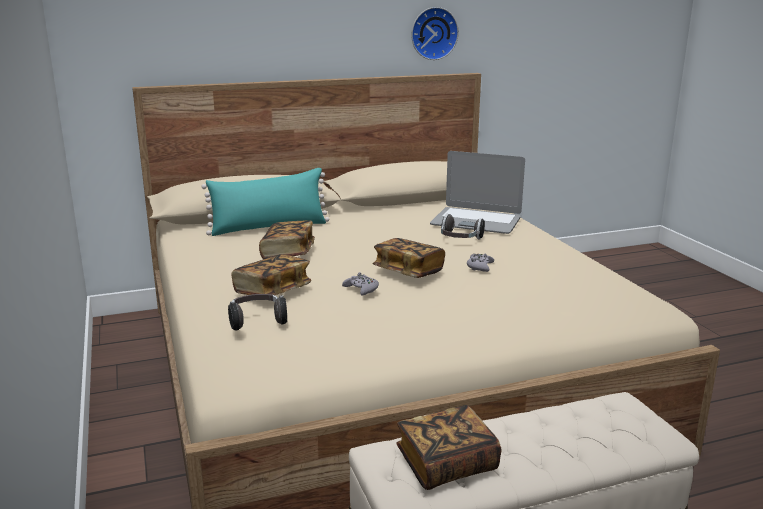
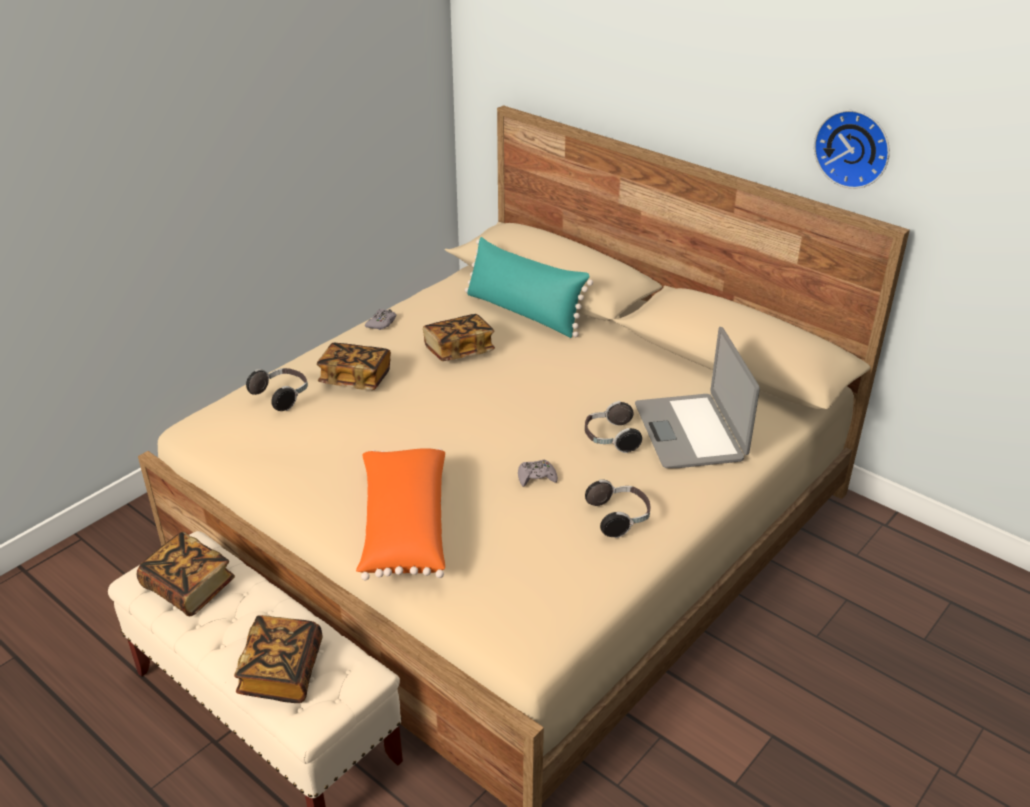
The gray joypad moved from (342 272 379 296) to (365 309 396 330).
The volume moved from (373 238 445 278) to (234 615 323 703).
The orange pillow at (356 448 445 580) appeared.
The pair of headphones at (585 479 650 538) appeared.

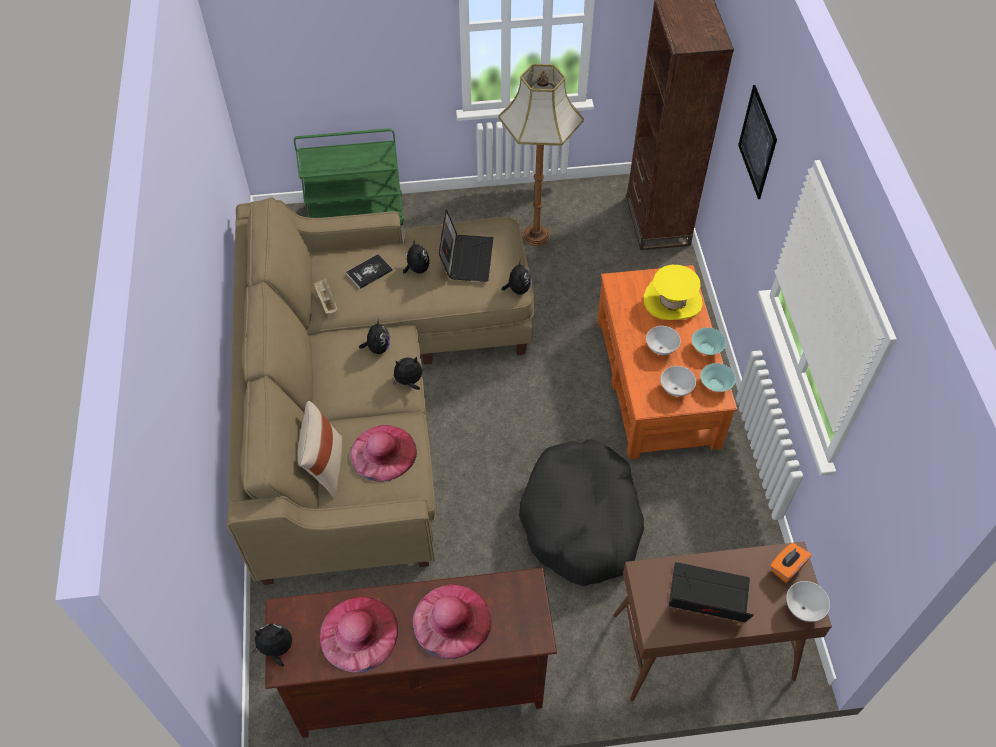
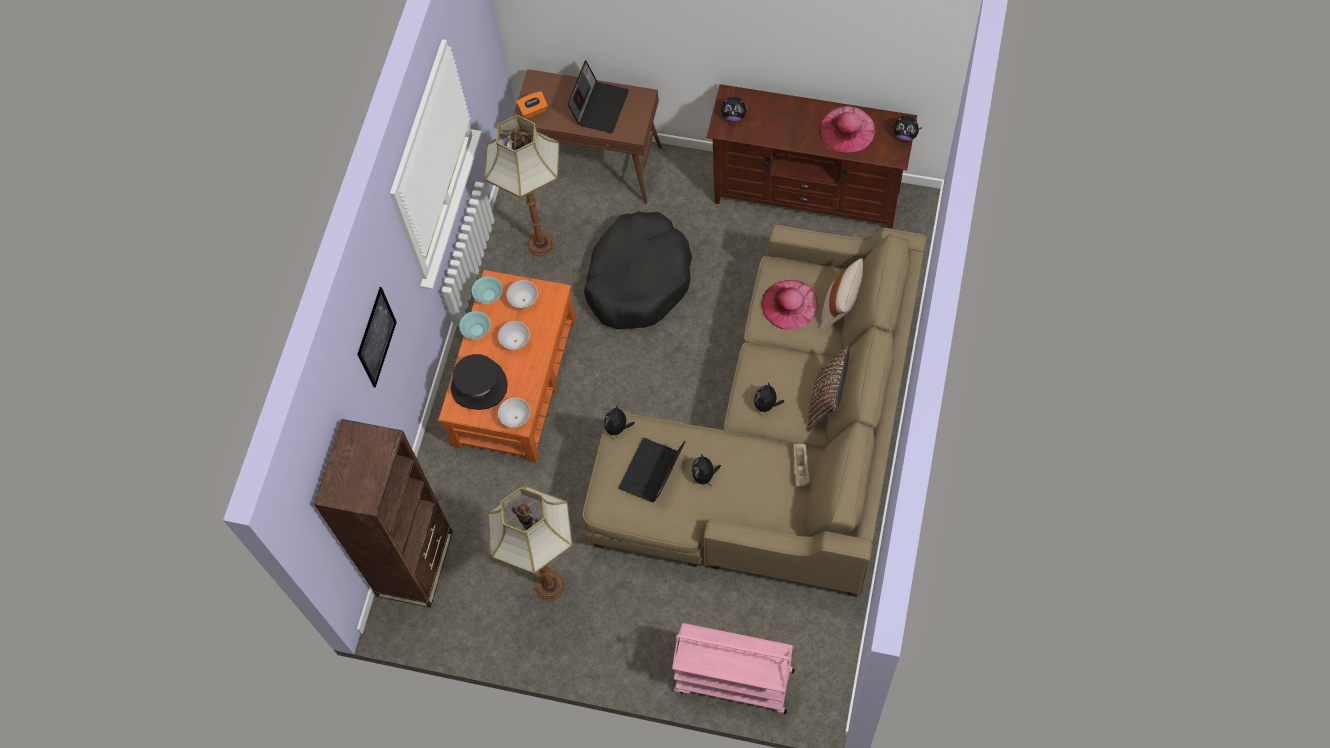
The green-coloured trolley at (294 129 404 225) became the pinkish trolley at (672 623 795 714).
The volume at (346 254 393 289) disappeared.
The soft toy moved from (393 357 422 390) to (721 97 749 121).
The pinkish clothing hat at (413 584 491 659) disappeared.
The yellowish clothing hat at (643 265 703 320) became the black-coloured clothing hat at (451 354 508 410).
The notebook computer at (669 562 754 622) turned 105 degrees counterclockwise.
The whitish bowl moved from (786 581 830 622) to (498 398 530 428).
The standard lamp at (485 115 560 256) appeared.
The brown-coloured pillow at (807 346 849 432) appeared.

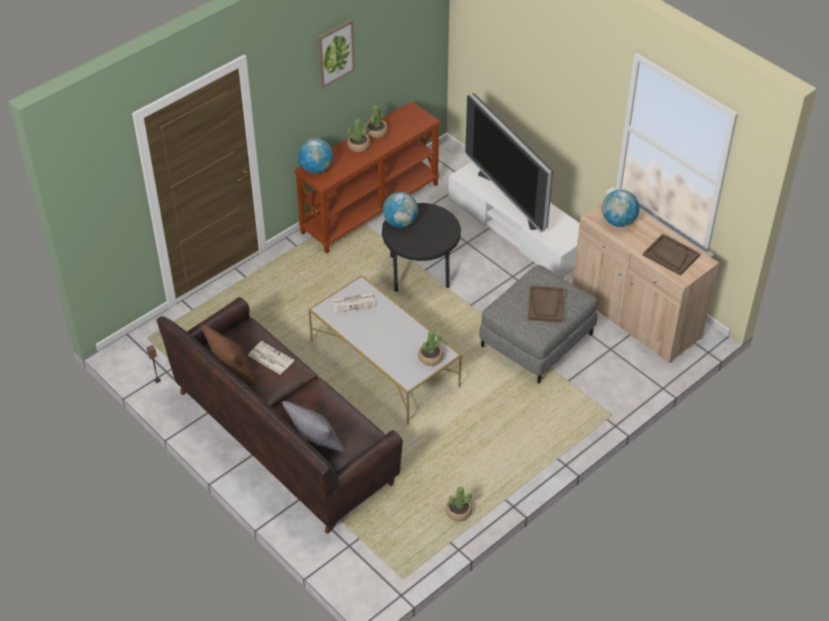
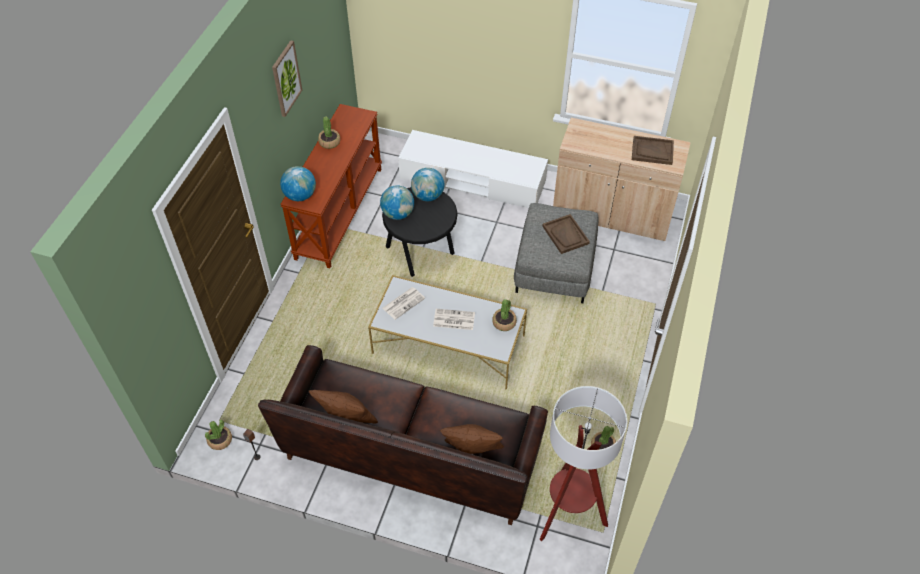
The newspaper moved from (248 341 294 374) to (433 309 475 330).
The gray pillow at (282 401 345 453) became the brown-coloured pillow at (440 424 504 454).
The potted plant moved from (347 119 370 152) to (205 420 232 450).
The TV set at (465 93 553 232) disappeared.
The world globe moved from (602 190 639 227) to (411 168 445 201).
The standard lamp at (539 386 627 541) appeared.

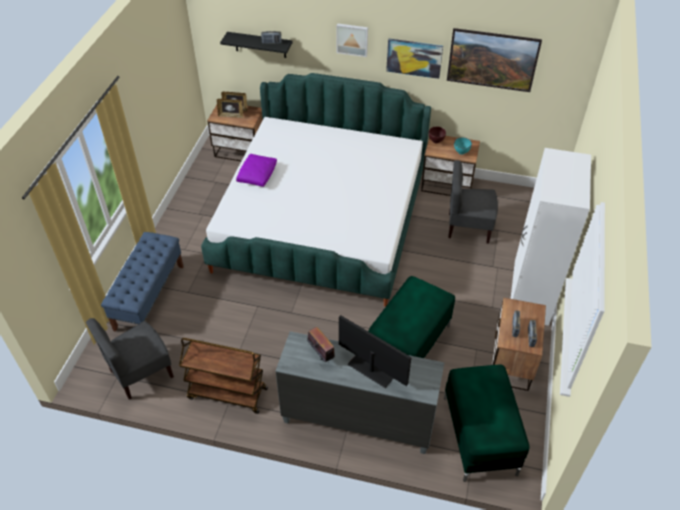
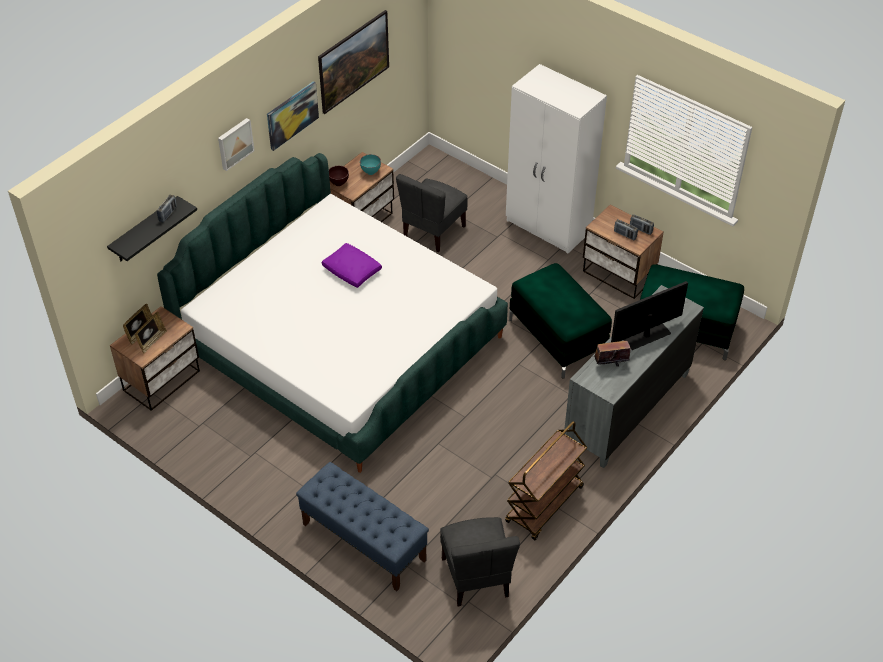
The purple-coloured pillow moved from (236 154 277 187) to (322 243 382 288).

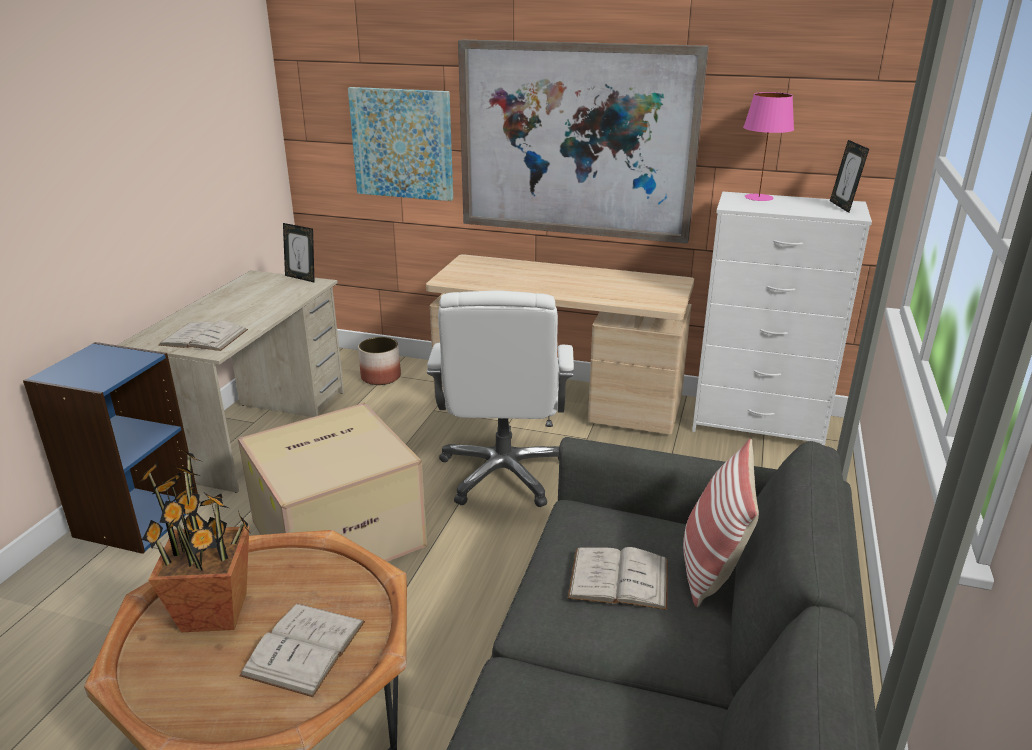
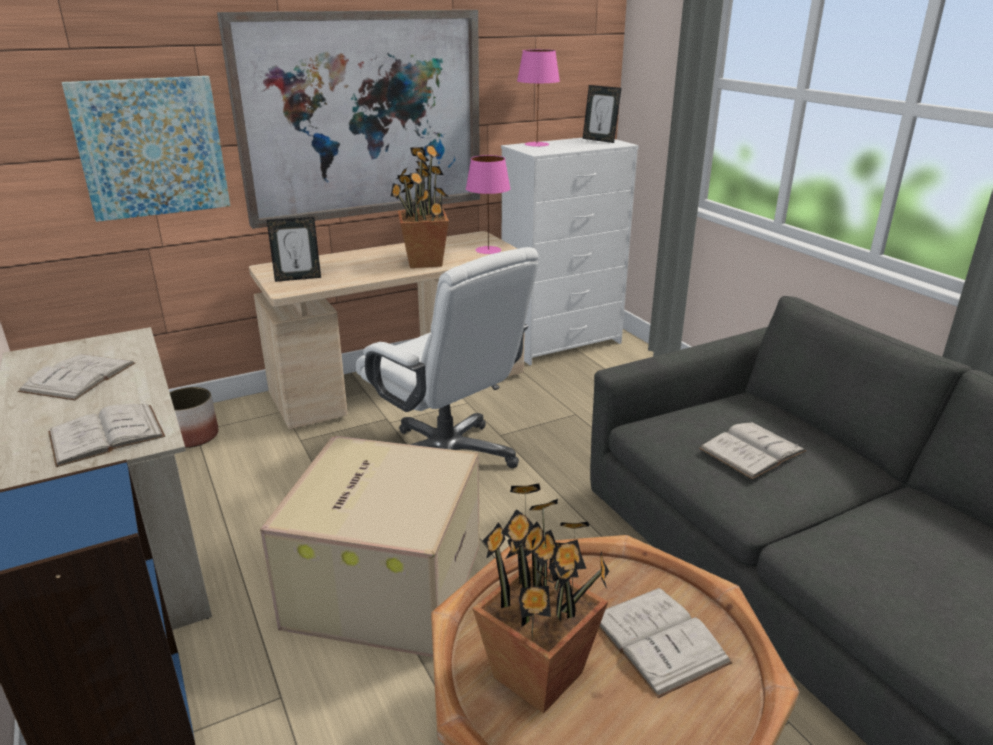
The photo frame moved from (283 223 315 283) to (267 217 321 282).
The pillow at (683 439 759 607) disappeared.
The whitish volume at (18 354 135 401) appeared.
The potted plant at (390 145 449 268) appeared.
The pinkish tabletop lamp at (466 155 511 254) appeared.

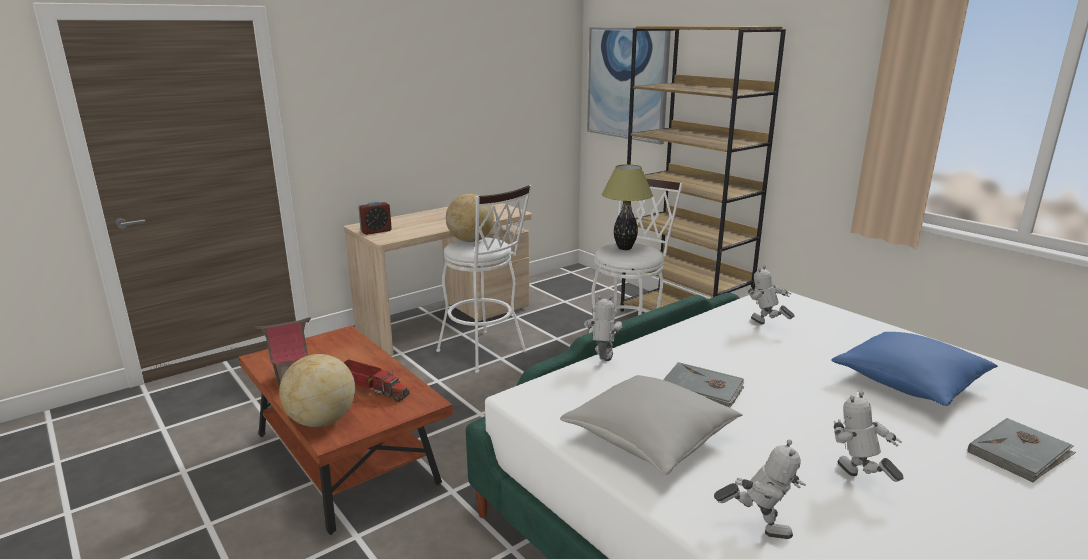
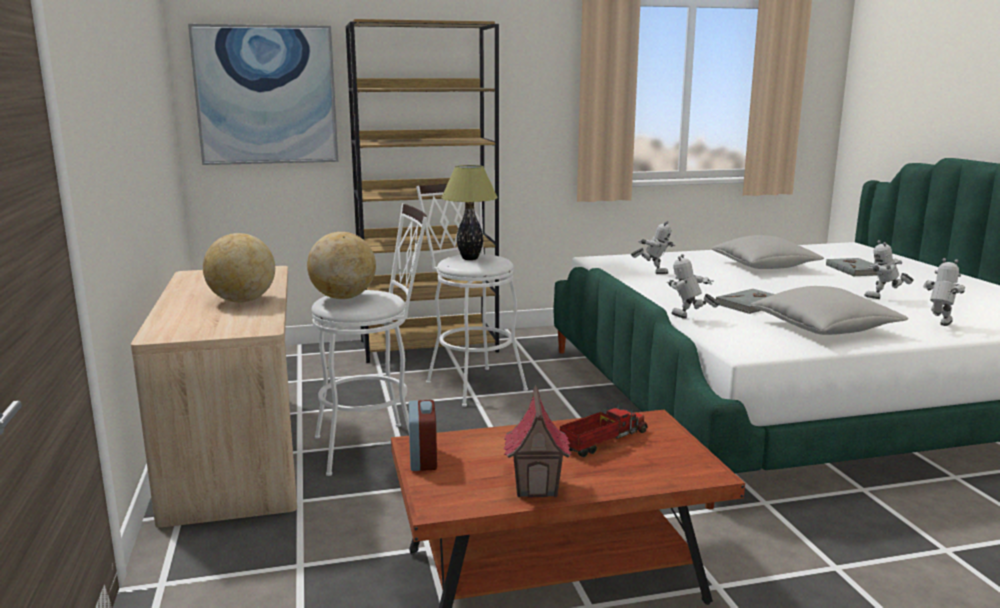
The world globe moved from (279 354 355 427) to (203 233 275 303).
The bedside clock moved from (358 201 392 235) to (409 400 437 471).
The model robot at (747 265 795 324) turned 135 degrees counterclockwise.
The blue pillow at (831 332 998 406) became the gray pillow at (711 235 824 269).

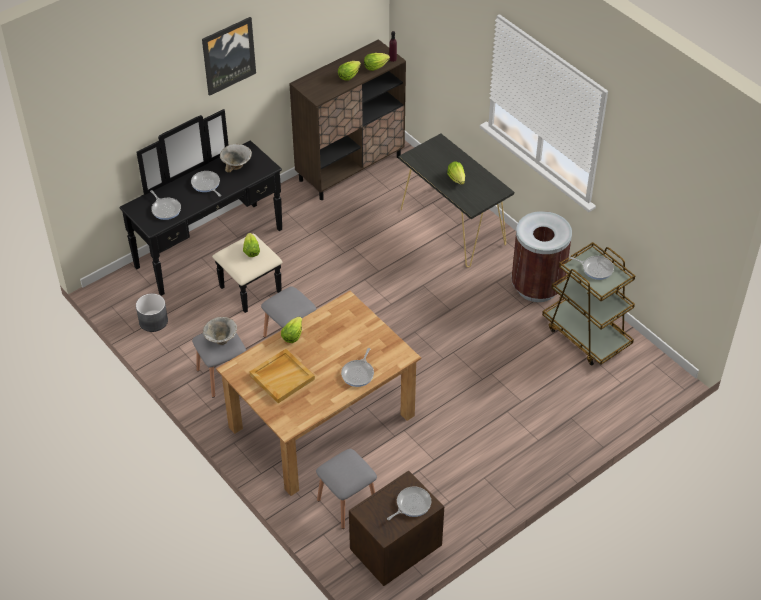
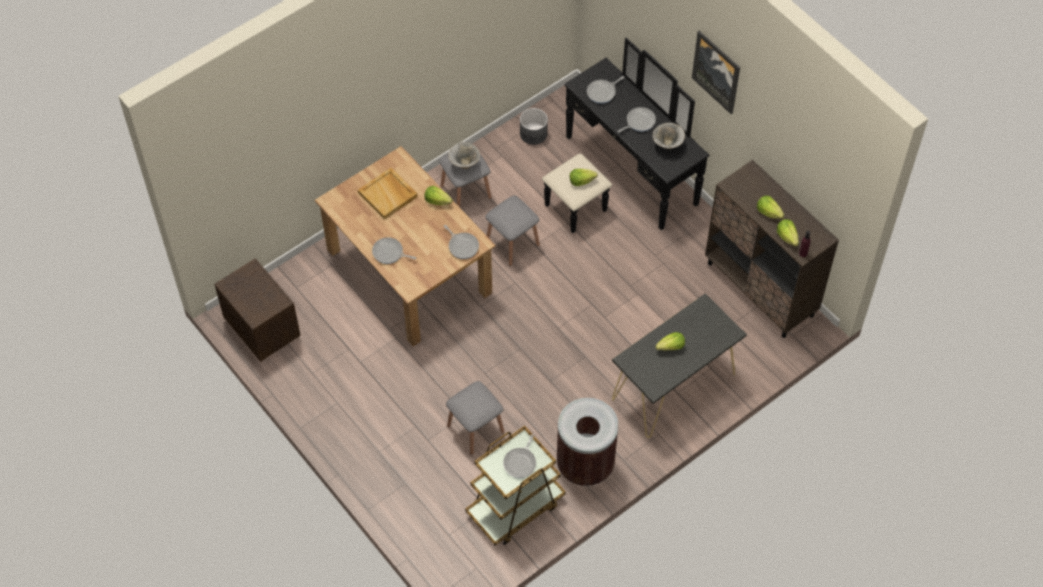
The gray stool moved from (316 449 377 529) to (446 381 505 455).
The skillet moved from (387 486 431 520) to (444 225 479 259).

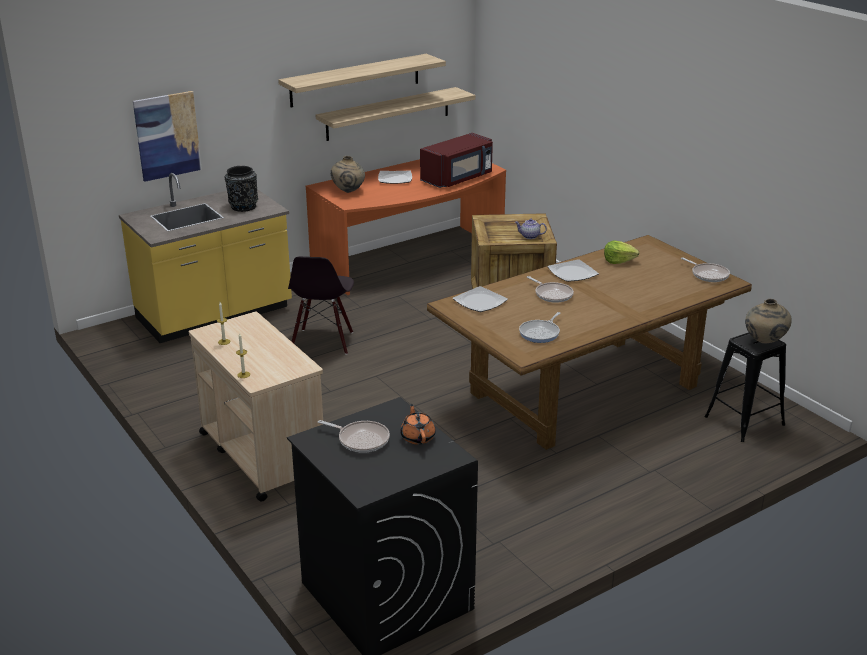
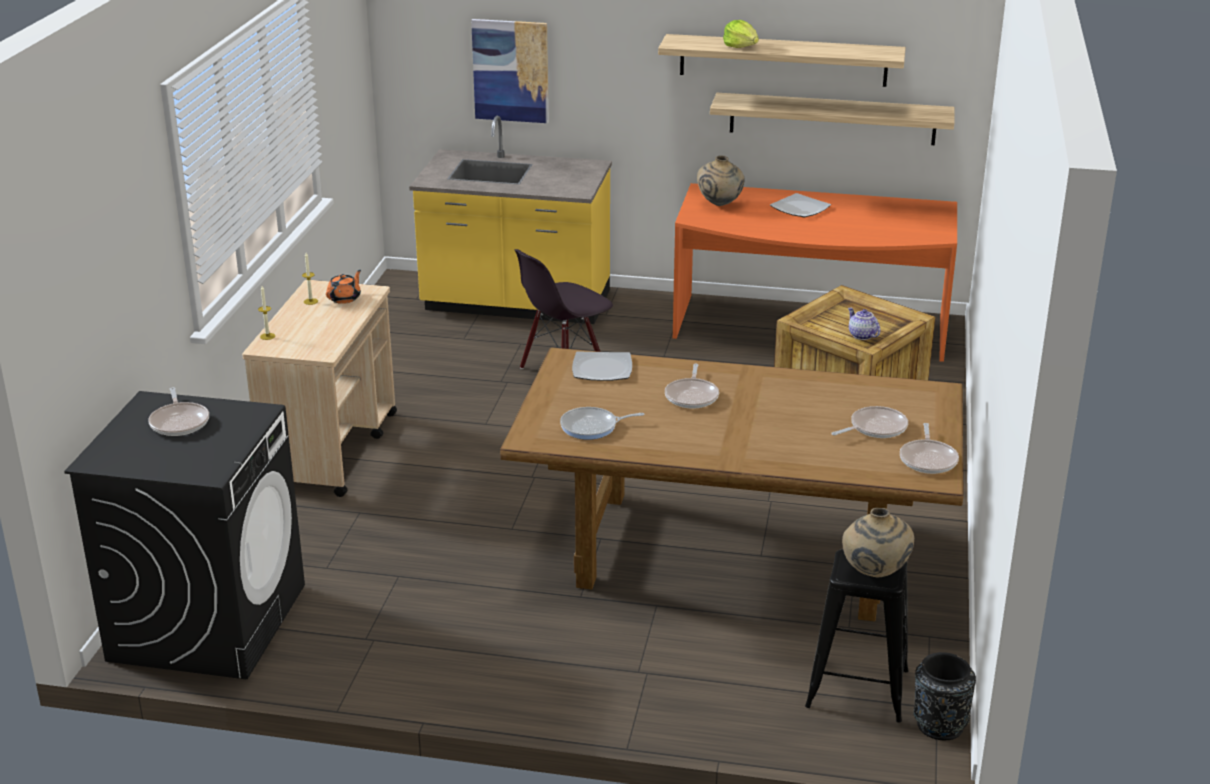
The black-coloured vase moved from (224 166 258 212) to (913 652 976 740).
The orange teapot moved from (400 404 436 444) to (326 270 361 304).
The red-coloured microwave at (420 133 493 188) disappeared.
The plate at (547 259 599 282) disappeared.
The lettuce moved from (604 241 639 264) to (723 20 759 48).
The skillet at (832 406 908 438) appeared.

